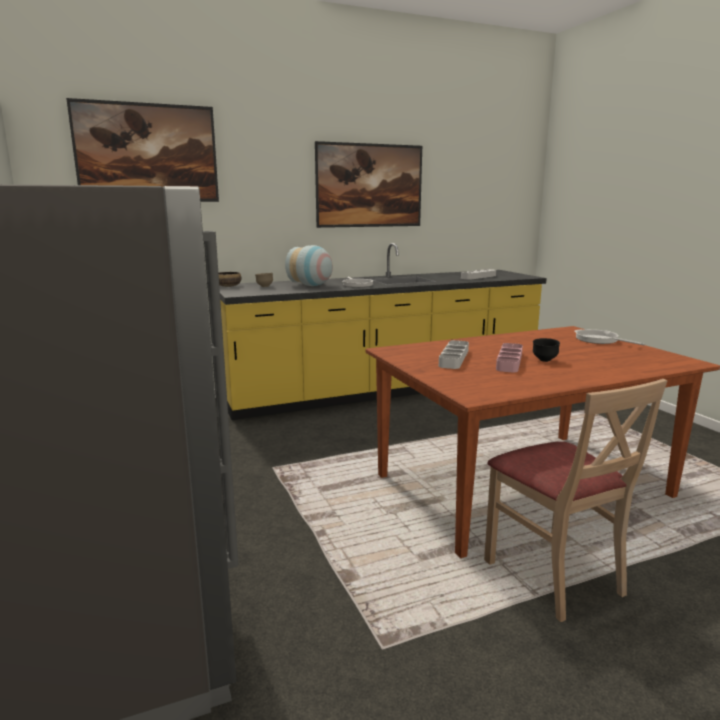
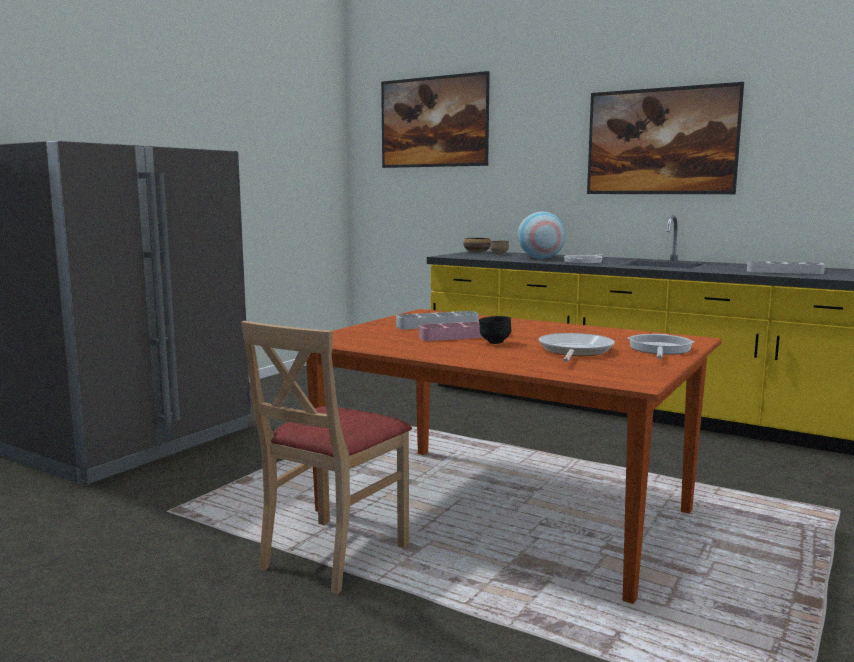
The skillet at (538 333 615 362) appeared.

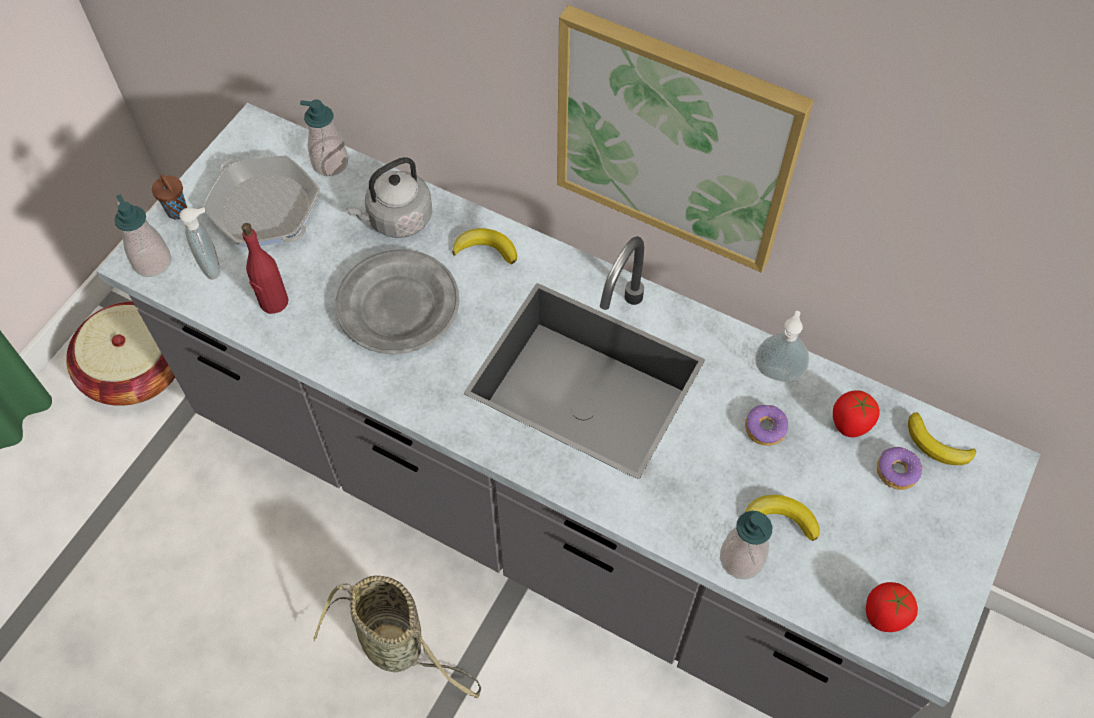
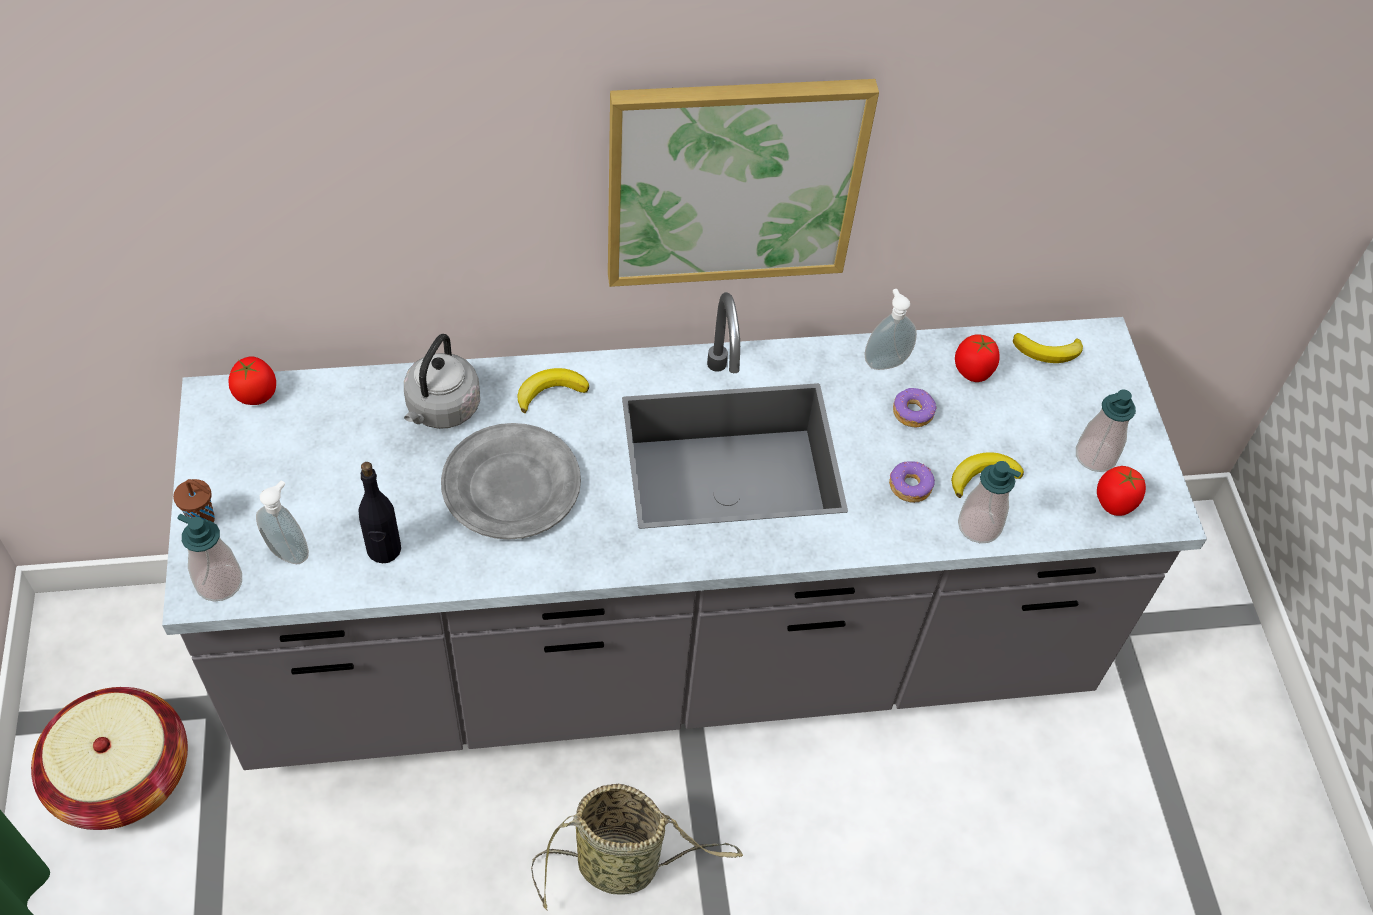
The skillet at (203 155 320 247) disappeared.
The red-coloured bottle at (242 223 289 314) became the black-coloured bottle at (359 462 401 563).
The soap dispenser moved from (300 99 348 176) to (1076 389 1136 472).
The donut moved from (877 447 922 490) to (889 461 935 503).
The whole tomato at (228 356 276 405) appeared.

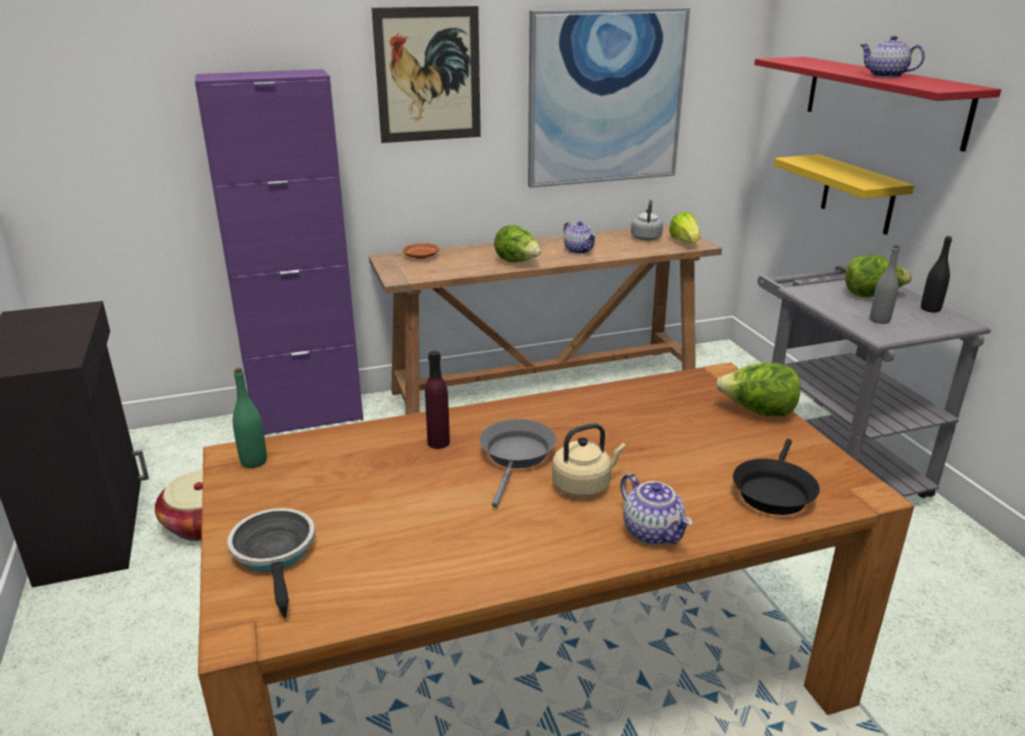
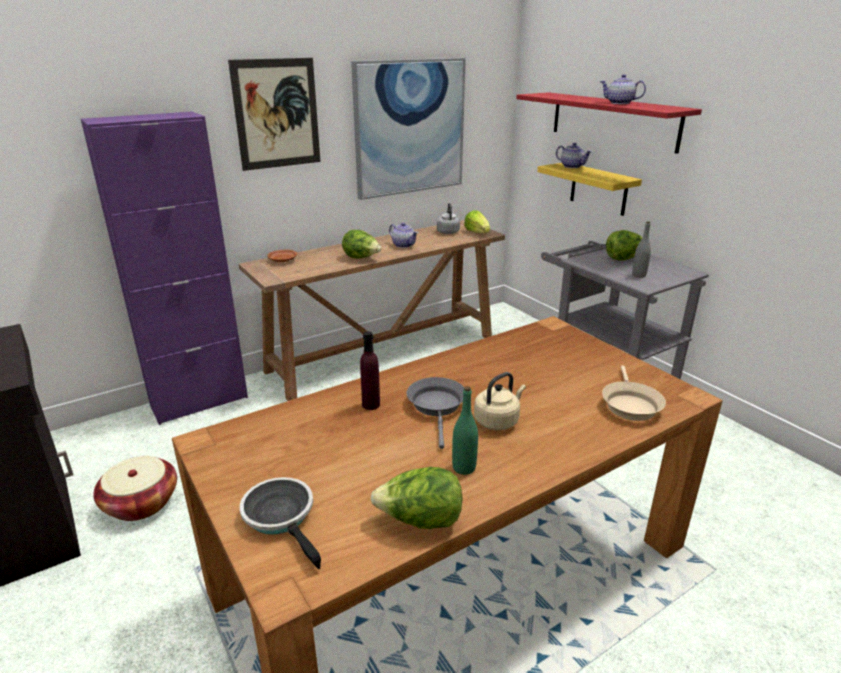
The green-coloured bottle moved from (233 368 267 468) to (452 386 478 475).
The teapot moved from (620 473 693 545) to (556 143 592 168).
The lettuce moved from (716 362 800 416) to (370 467 463 529).
The black-coloured skillet at (733 439 820 515) became the sand-coloured skillet at (602 366 666 421).
The black-coloured bottle at (921 236 952 313) disappeared.

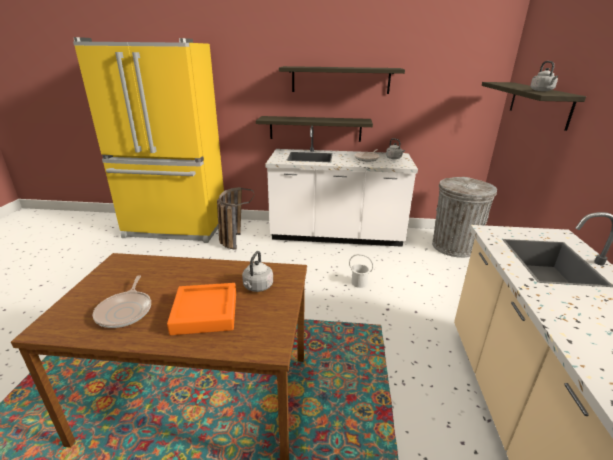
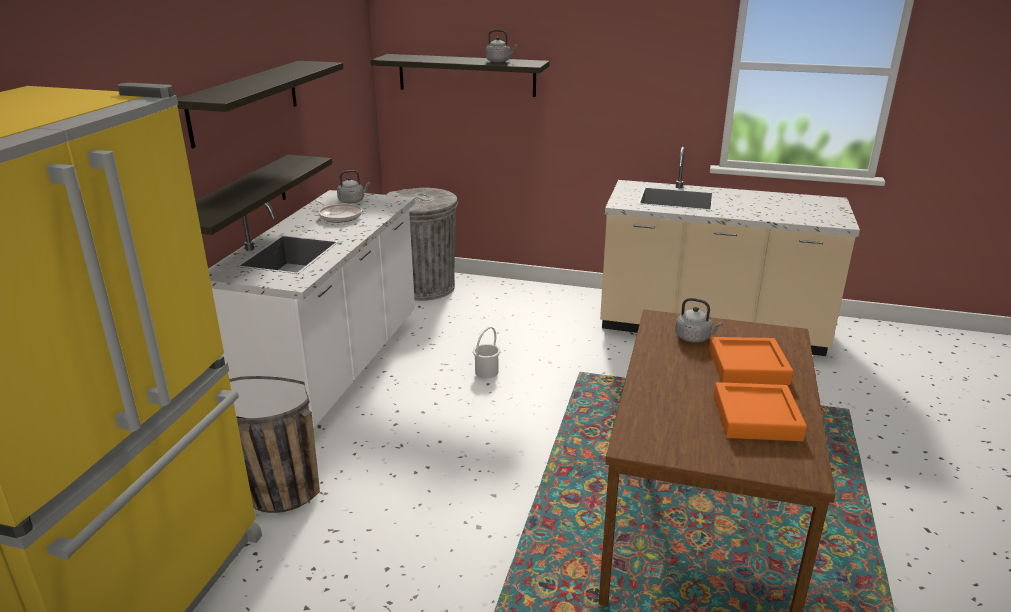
The skillet at (93 275 151 328) was replaced by the orange serving tray at (714 382 807 441).

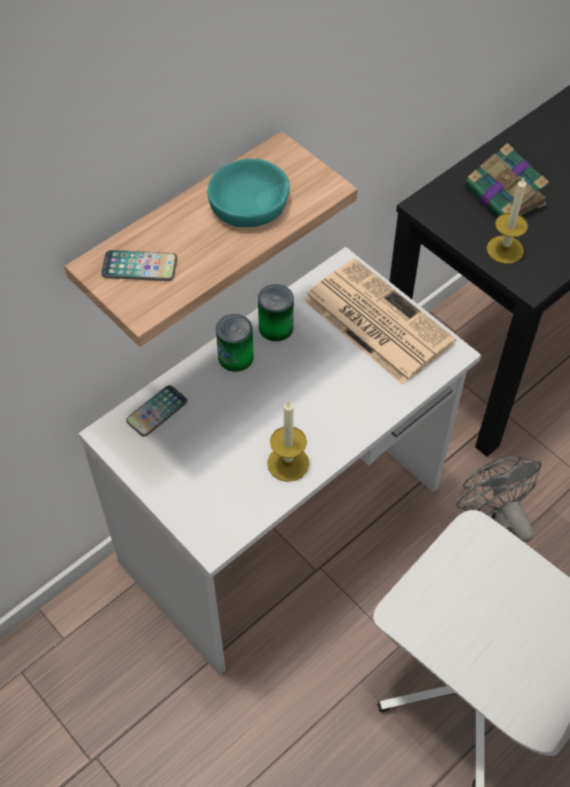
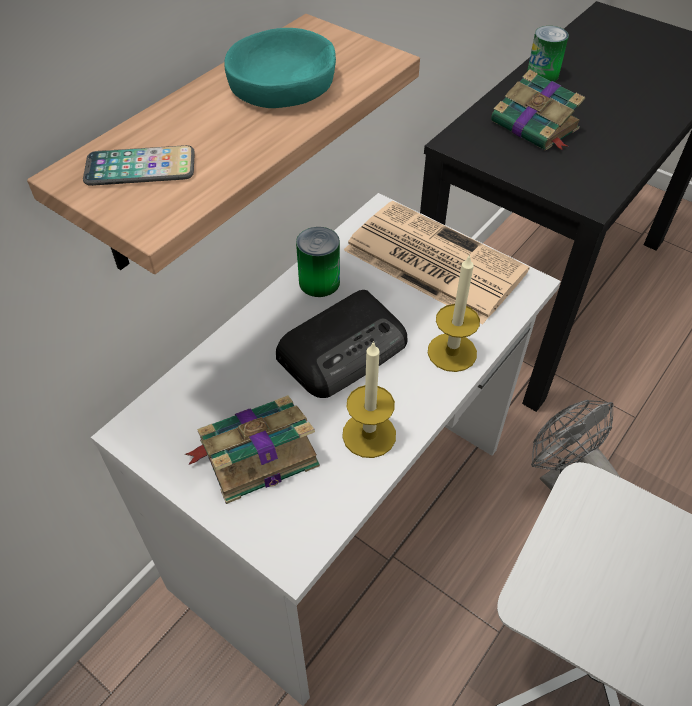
The handset at (126 385 187 437) disappeared.
The metal can moved from (216 314 254 372) to (527 26 569 82).
The candle moved from (487 177 528 264) to (428 254 480 372).
The volume at (185 395 320 504) appeared.
The radio at (276 290 407 398) appeared.

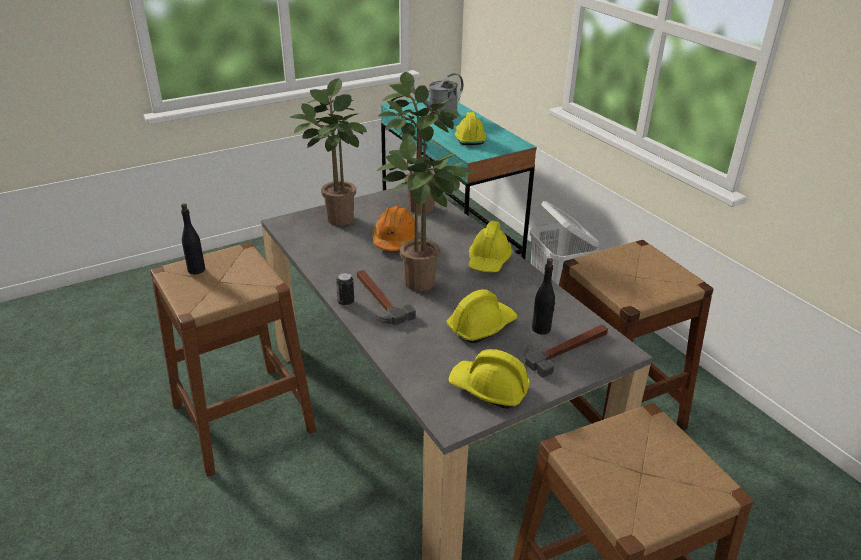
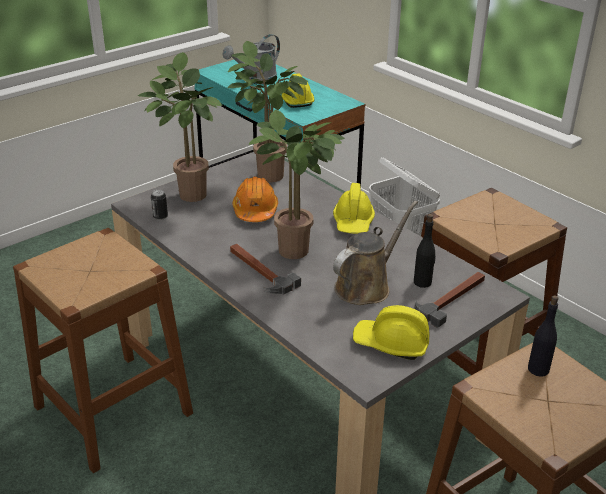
The black-coloured bottle moved from (181 203 205 274) to (528 295 558 377).
The metal can moved from (336 272 354 306) to (151 190 168 220).
The yellowish hard hat at (447 289 517 343) was replaced by the brown-coloured watering pot at (333 201 418 305).

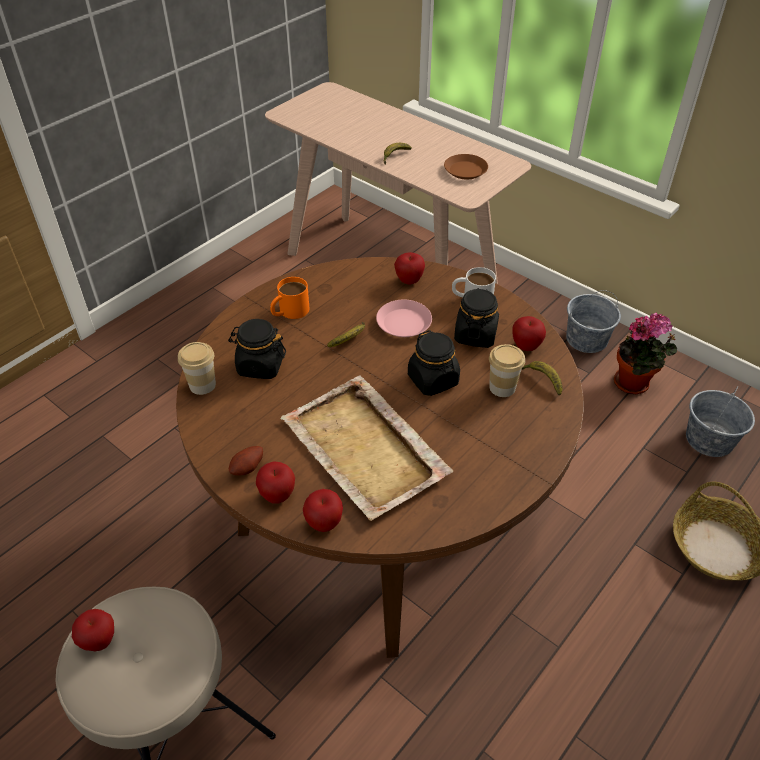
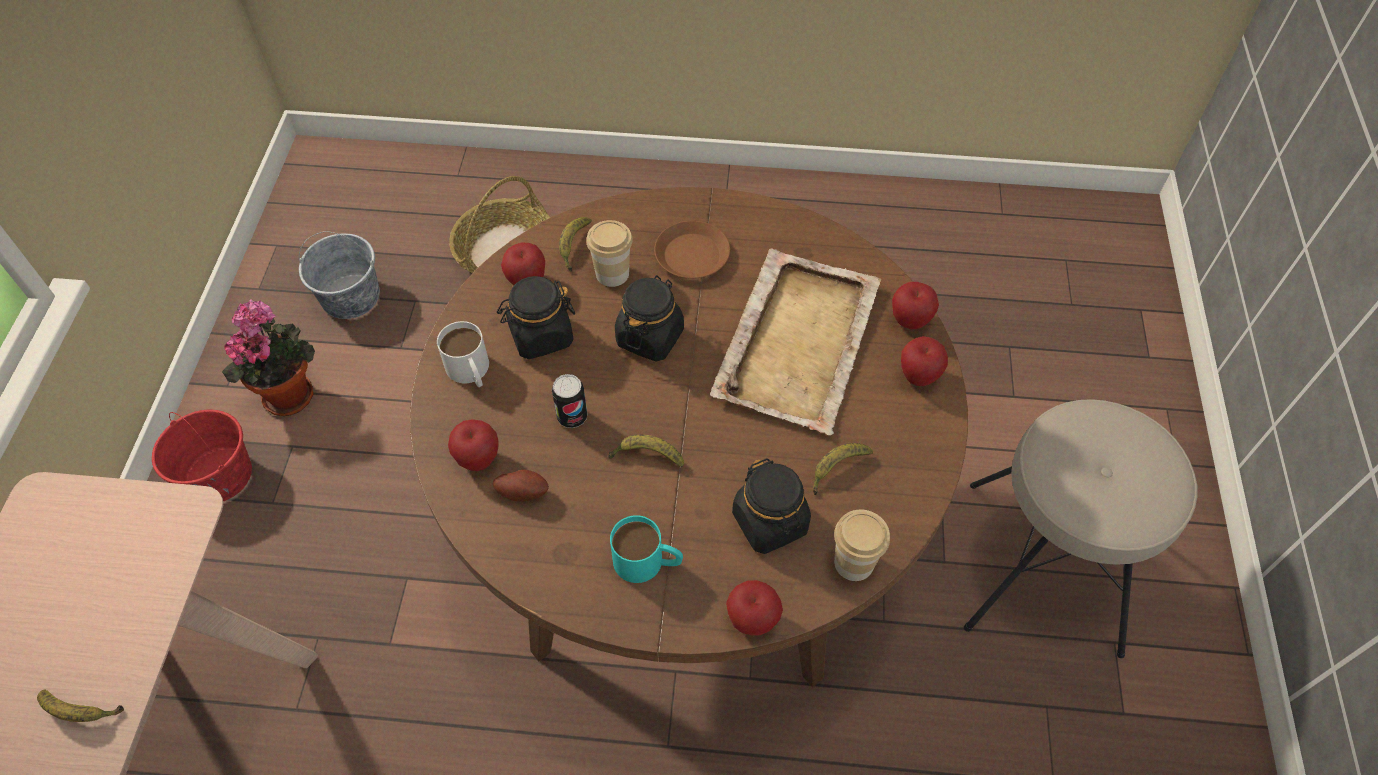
The whole apple moved from (72 609 114 651) to (726 580 783 635).
The spud moved from (229 446 263 476) to (492 469 549 502).
The orange mug at (270 277 310 319) became the blue-green mug at (610 515 683 583).
The pinkish plate at (376 300 432 337) was replaced by the metal can at (552 374 588 428).
The brown-coloured plate moved from (444 154 488 179) to (654 221 730 279).
The gray water bucket at (566 290 621 353) became the red-coloured water bucket at (152 410 252 501).
The banana fruit at (813 443 873 495) appeared.

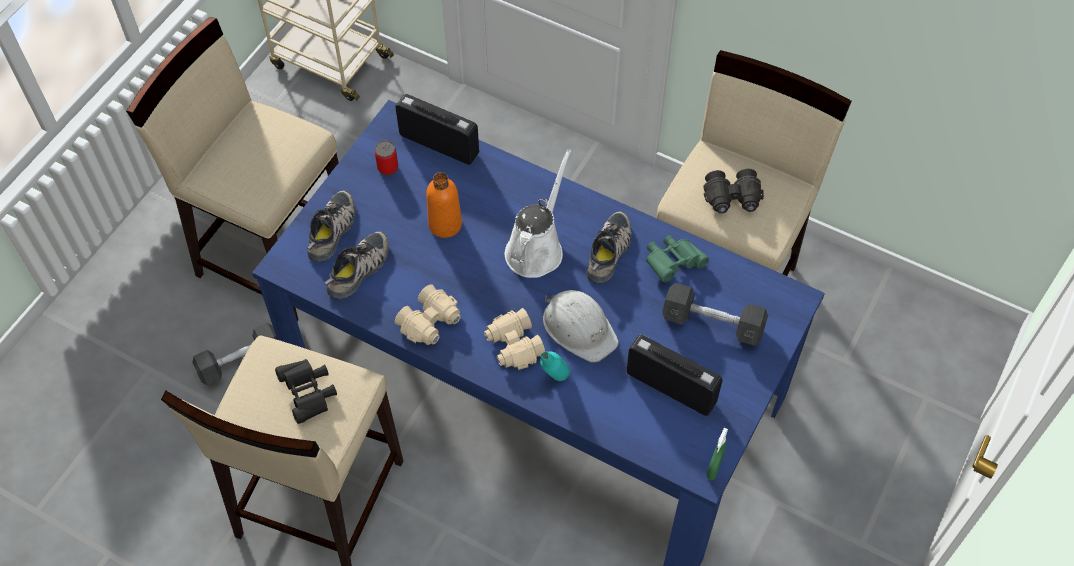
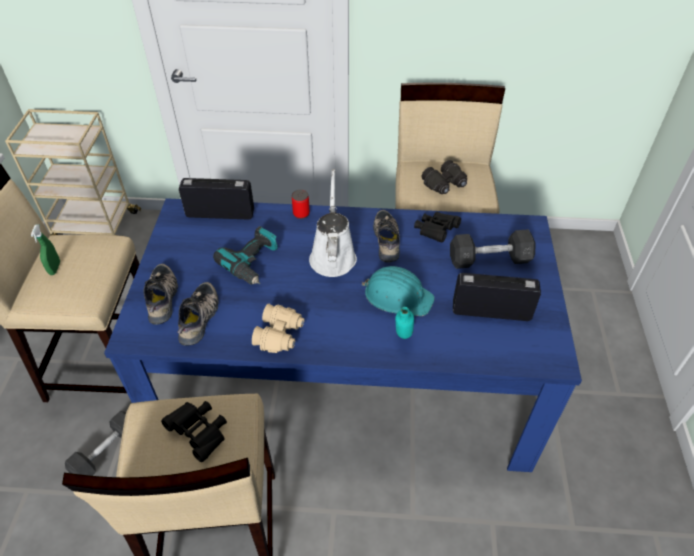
The metal can moved from (375 141 398 175) to (292 190 310 219).
The orange bottle at (426 172 462 238) was replaced by the power drill at (213 226 278 285).
The sand-coloured pair of binoculars at (484 308 545 370) disappeared.
The whitish hard hat at (543 290 619 363) became the blue-green hard hat at (362 266 435 316).
The green-coloured pair of binoculars at (646 235 709 282) became the black-coloured pair of binoculars at (414 212 461 243).
The green-coloured spray bottle moved from (706 428 728 480) to (31 224 60 275).

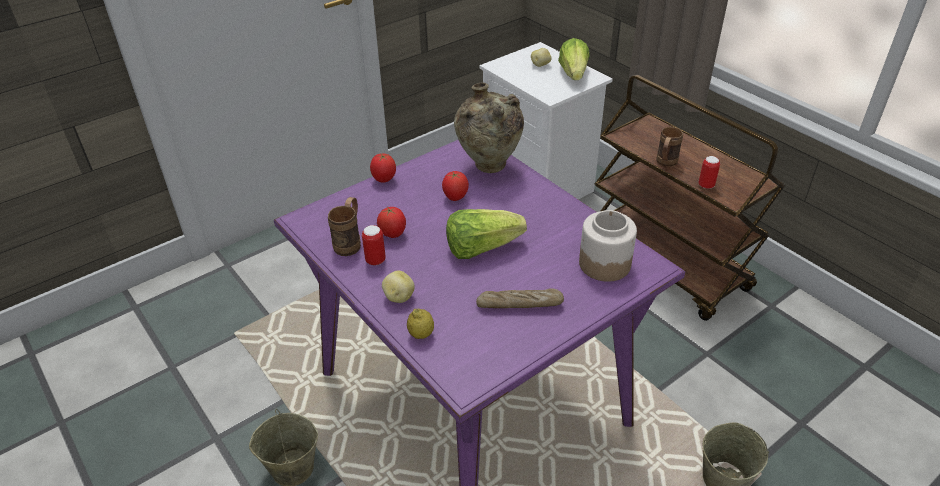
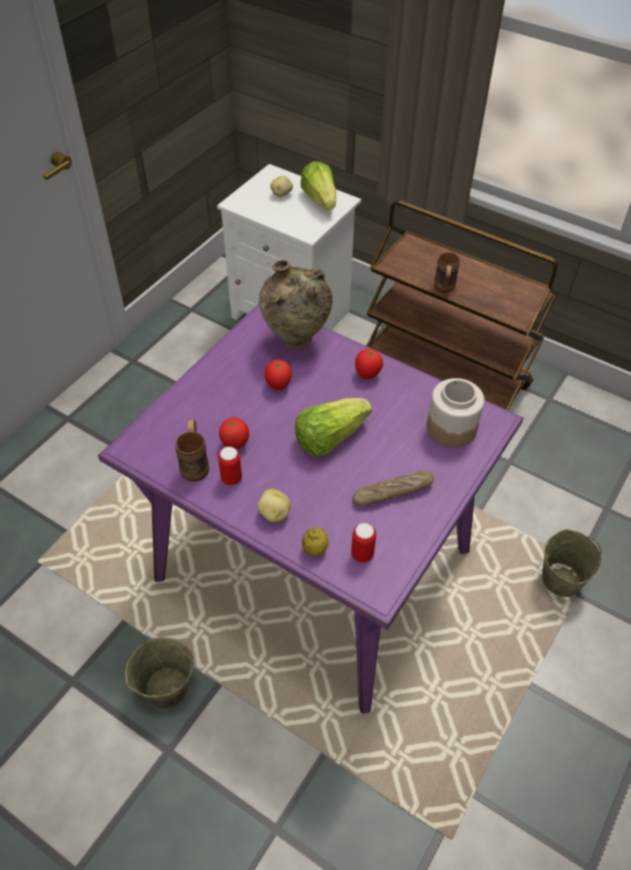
The whole tomato moved from (370 154 396 182) to (355 349 383 379).
The metal can moved from (699 156 720 189) to (351 523 376 563).

